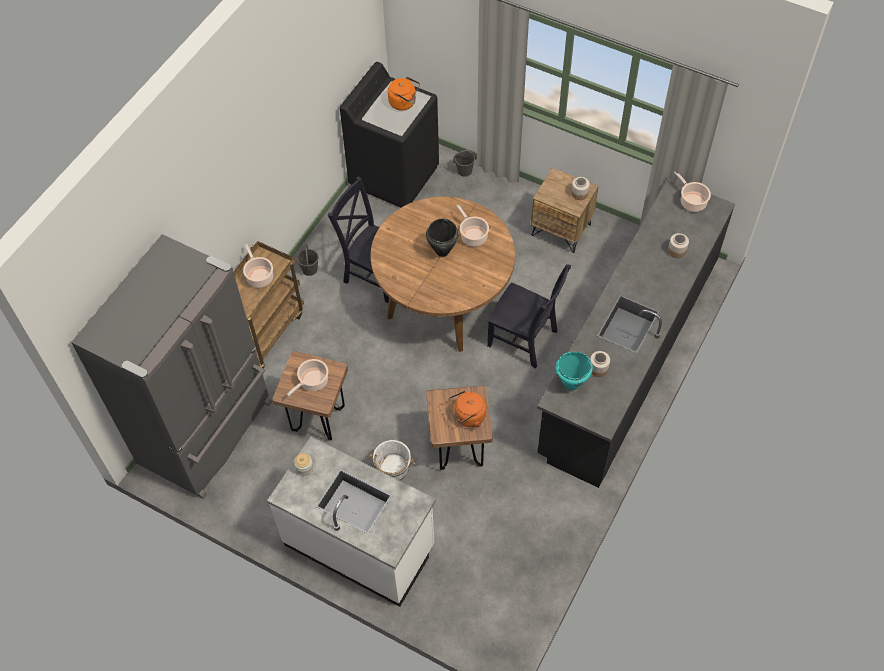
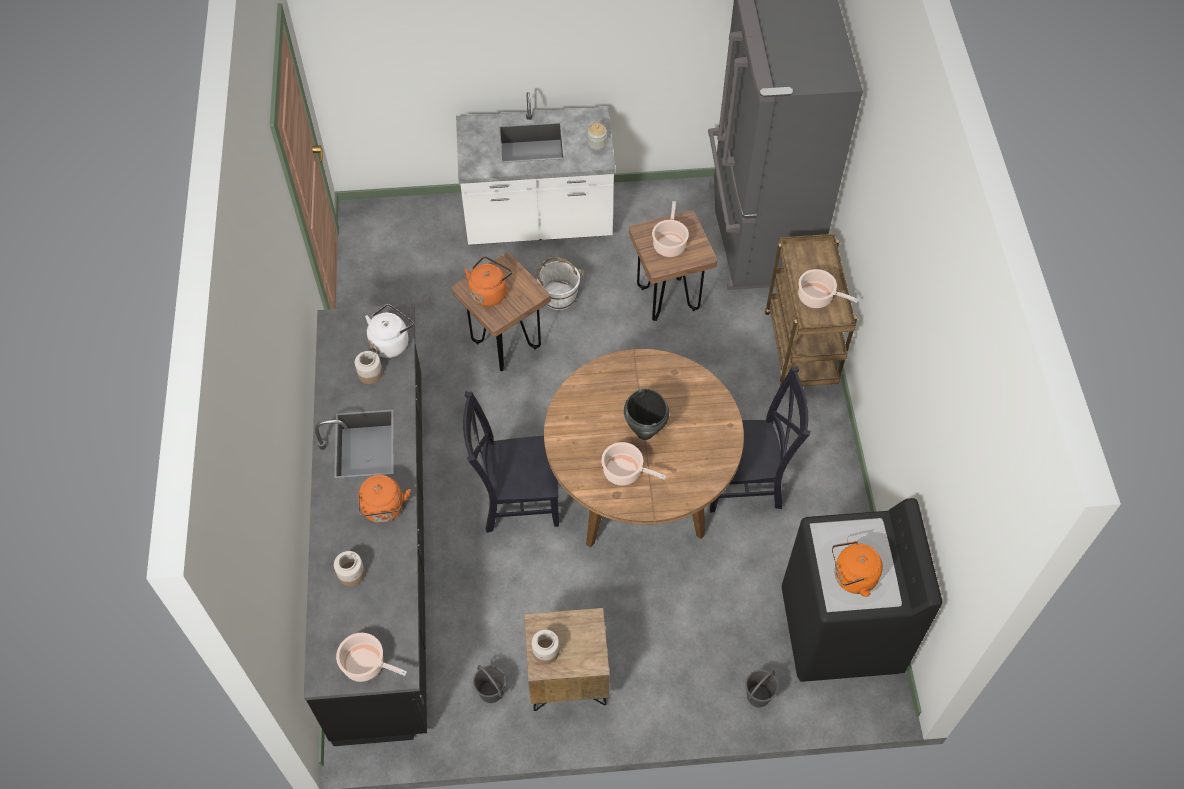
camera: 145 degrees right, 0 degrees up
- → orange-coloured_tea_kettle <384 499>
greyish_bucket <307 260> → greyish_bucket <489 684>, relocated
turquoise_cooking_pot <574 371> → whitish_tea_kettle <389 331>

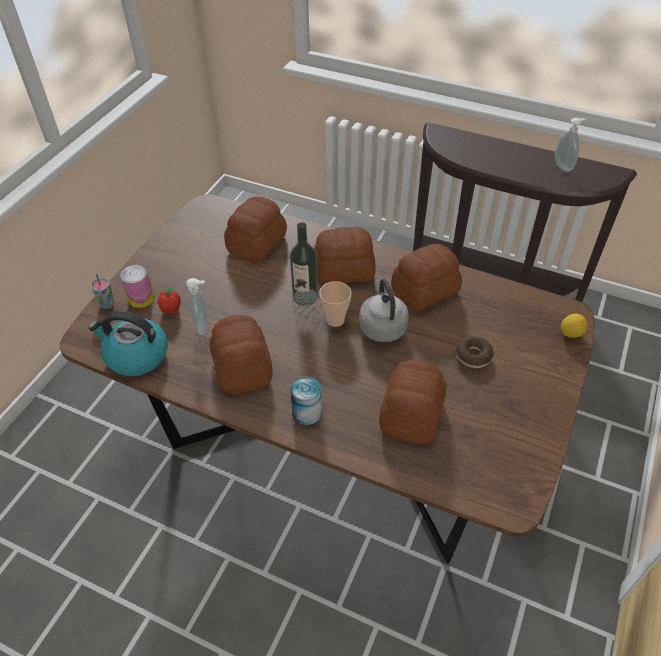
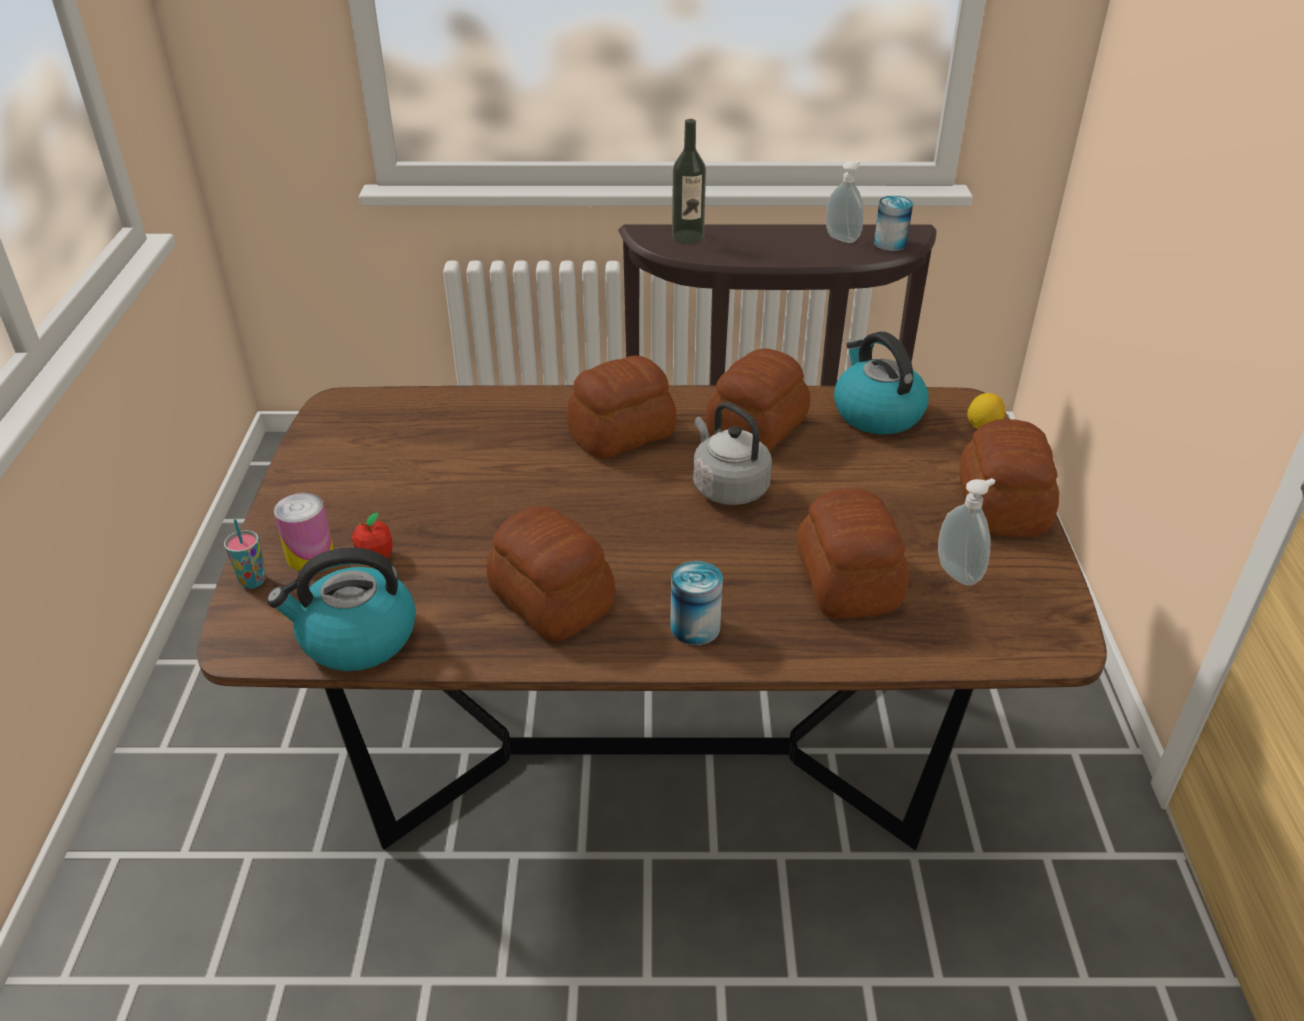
camera: 25 degrees left, 10 degrees down
cup <335 304> → -
doughnut <474 352> → -
- → tea_kettle <881 383>
- → sealed_can <893 223>
soap_bottle <197 306> → soap_bottle <966 532>, relocated
bakery_bread <255 229> → bakery_bread <1009 478>, relocated
drink_bottle <304 264> → drink_bottle <689 181>, relocated

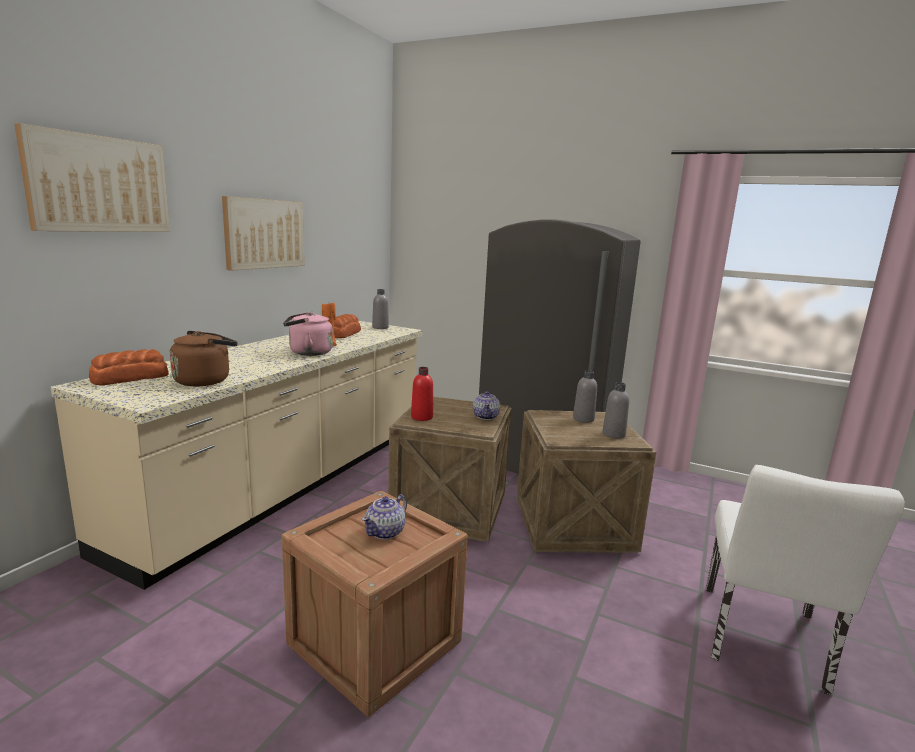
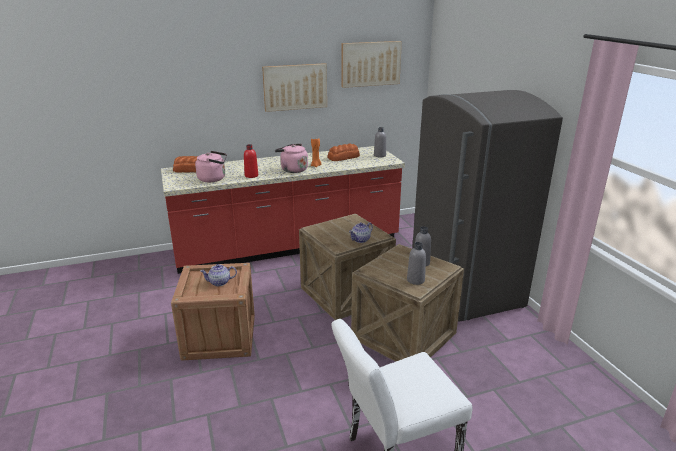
camera: 45 degrees right, 10 degrees up
wall_picture <92 177> → wall_picture <371 64>, relocated
red_drink_bottle <422 394> → red_drink_bottle <251 161>, relocated
beige_kitchen_base_unit <236 455> → red_kitchen_base_unit <283 210>
brown_tea_kettle <204 358> → pink-coloured_tea_kettle <211 166>

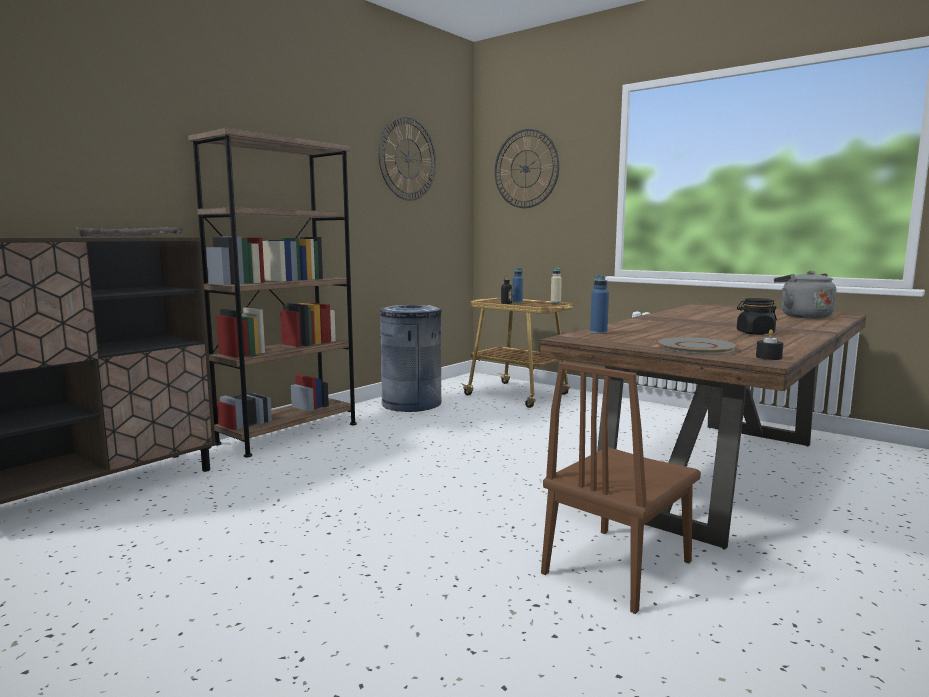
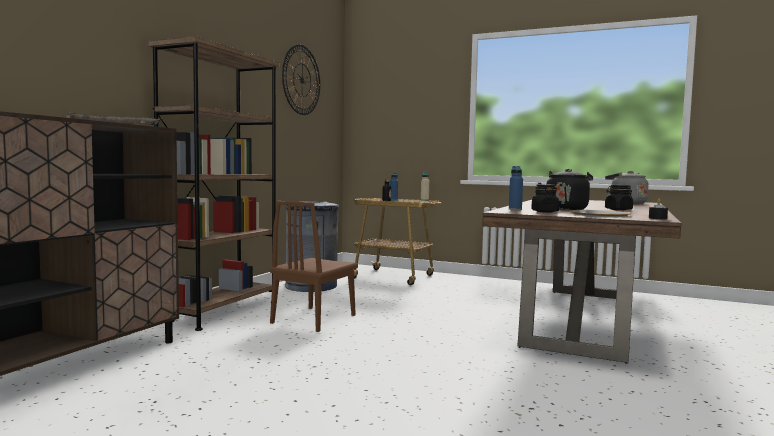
camera: 15 degrees left, 5 degrees down
wall_clock <527 168> → -
- → black_jar <545 198>
- → black_tea_kettle <565 189>
brown_chair <621 488> → brown_chair <314 266>, relocated

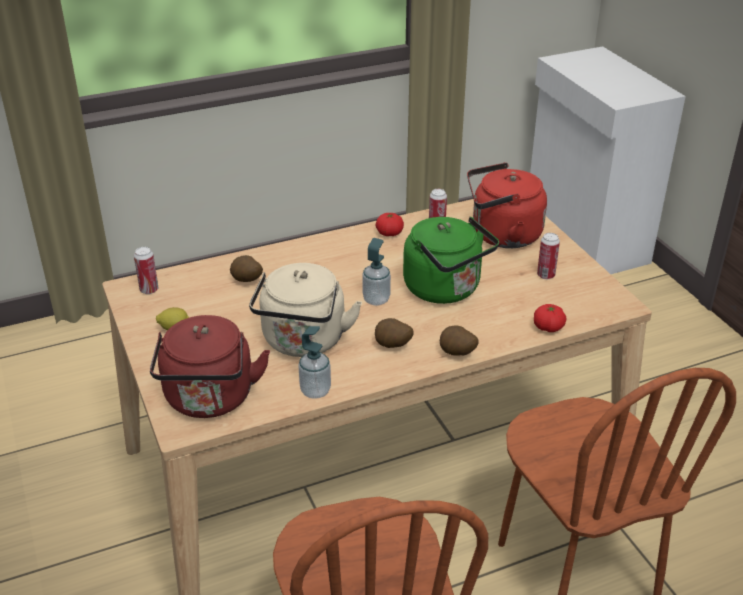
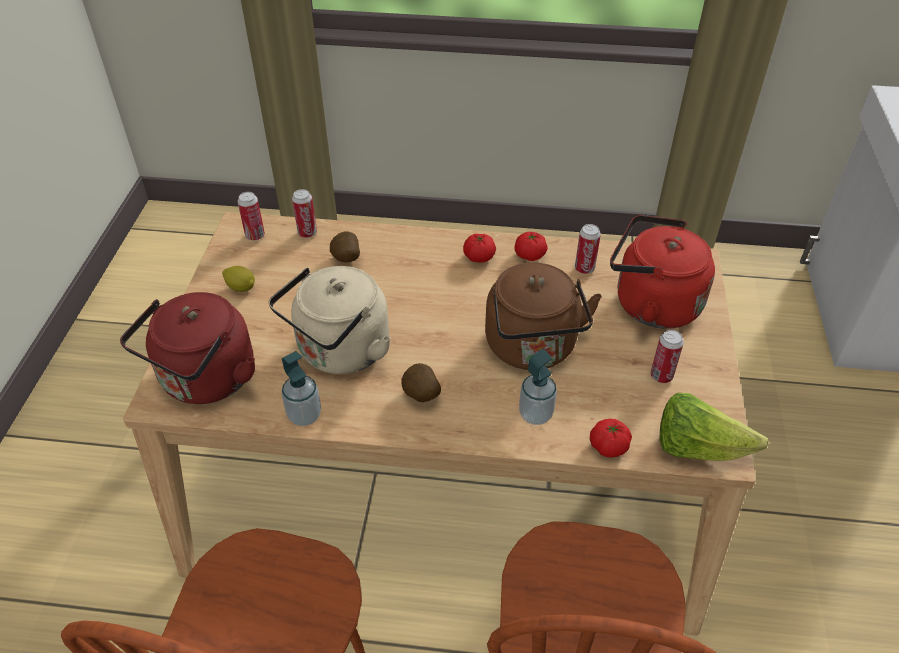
camera: 30 degrees right, 10 degrees up
whole_potato <459 340> → -
- → sealed_can <304 213>
- → tomato <479 248>
- → head_of_lettuce <714 427>
soap_bottle <376 272> → soap_bottle <538 387>, relocated
green_tea_kettle <451 260> → brown_tea_kettle <543 316>

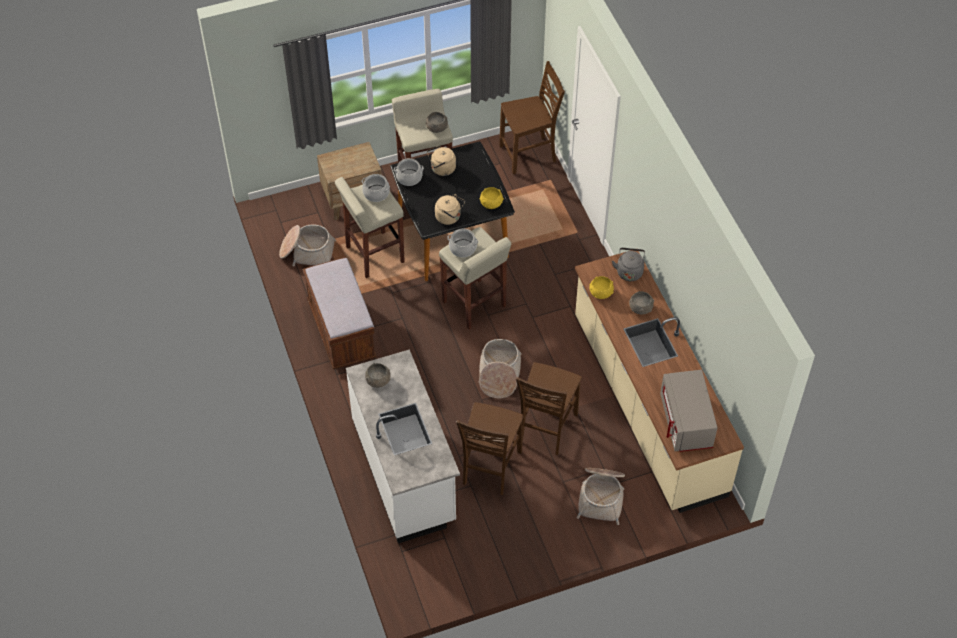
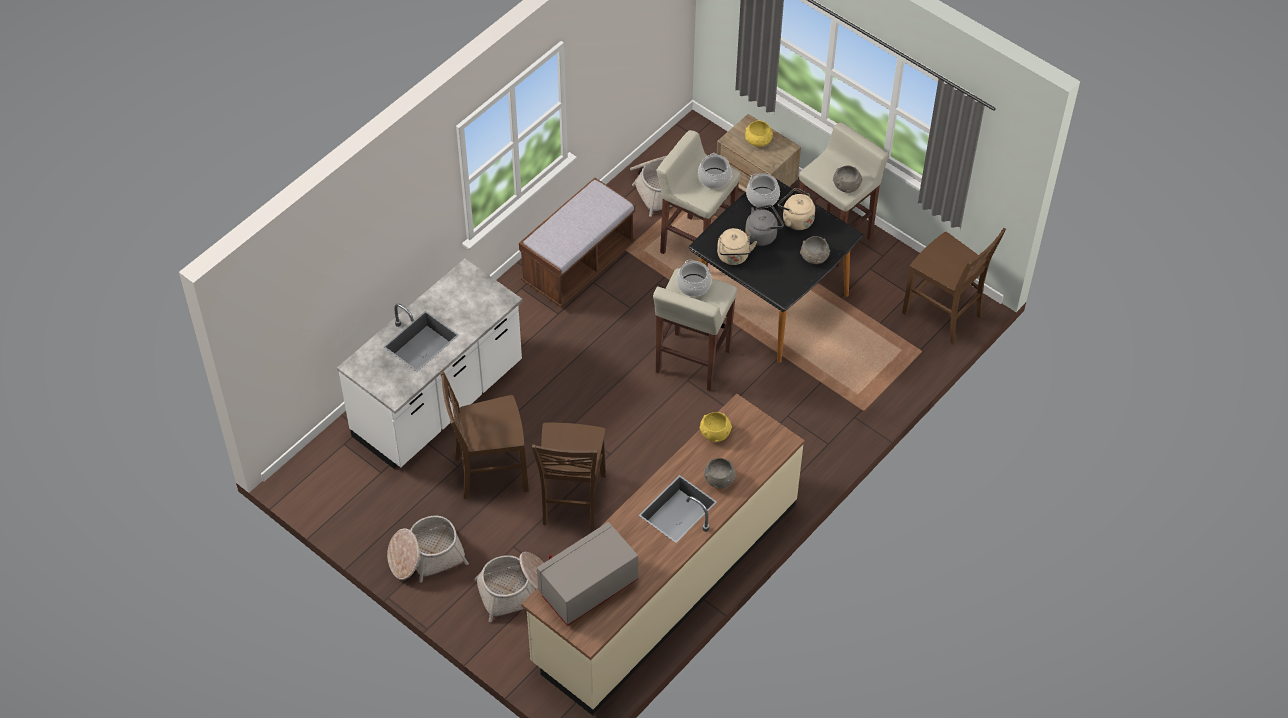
camera: 60 degrees right, 0 degrees up
greyish_serving_bowl <378 375> → greyish_serving_bowl <815 250>, relocated
basket <500 368> → basket <428 549>, relocated
yellowish_serving_bowl <492 198> → yellowish_serving_bowl <759 133>, relocated
greyish_tea_kettle <628 264> → greyish_tea_kettle <764 225>, relocated
brown_chair <549 408> → brown_chair <569 476>, 75 degrees counterclockwise

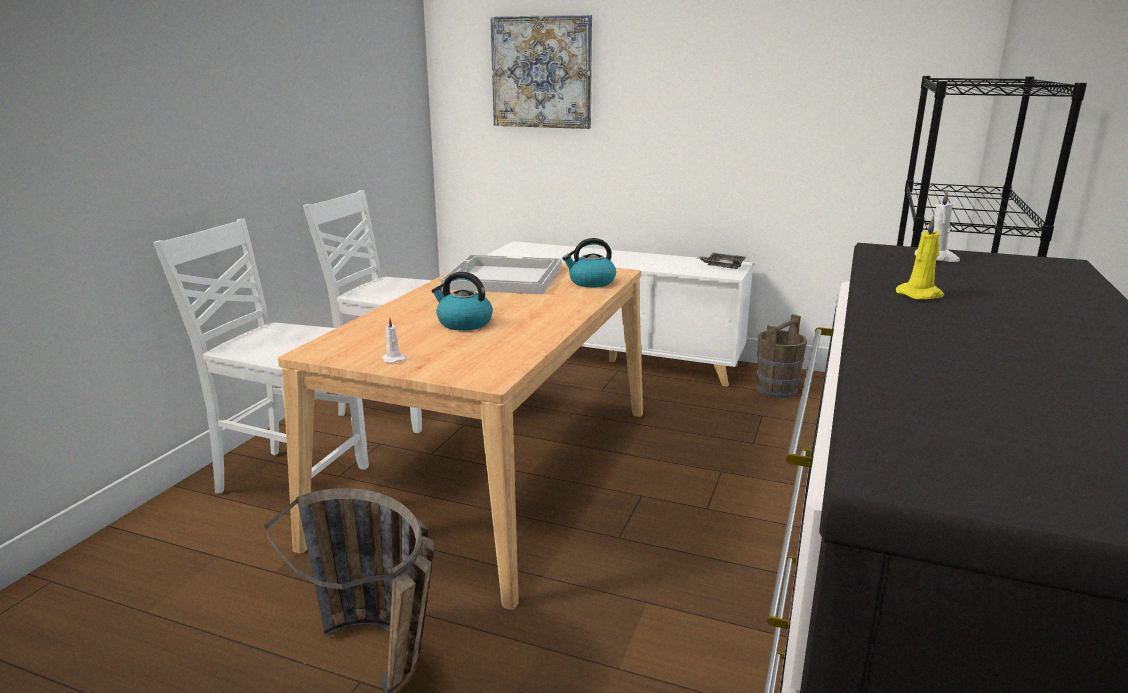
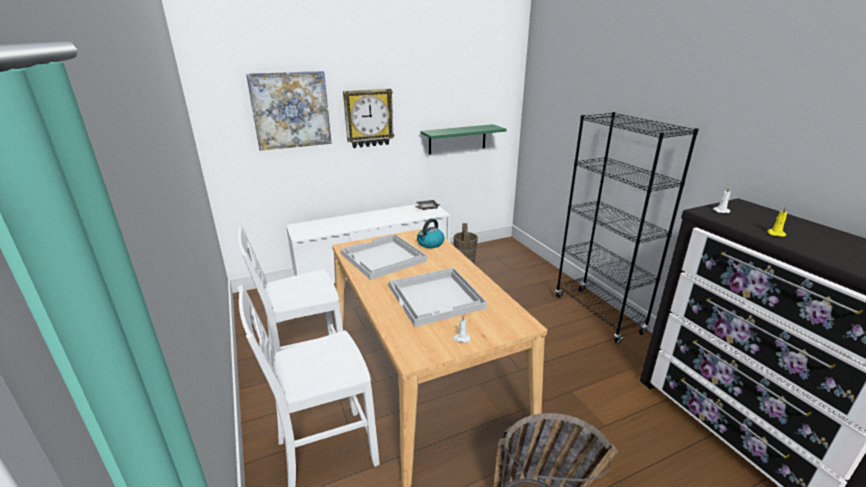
camera: 45 degrees left, 5 degrees up
- → wall_clock <368 118>
- → green_wall_shelf <463 139>
tea_kettle <462 301> → whitish_tray <438 297>

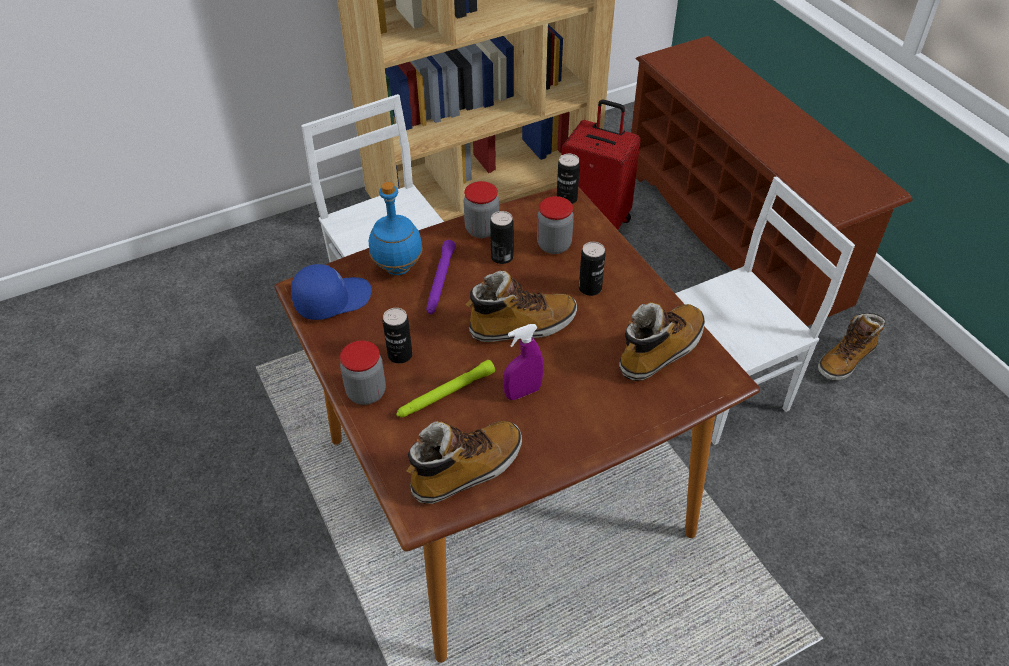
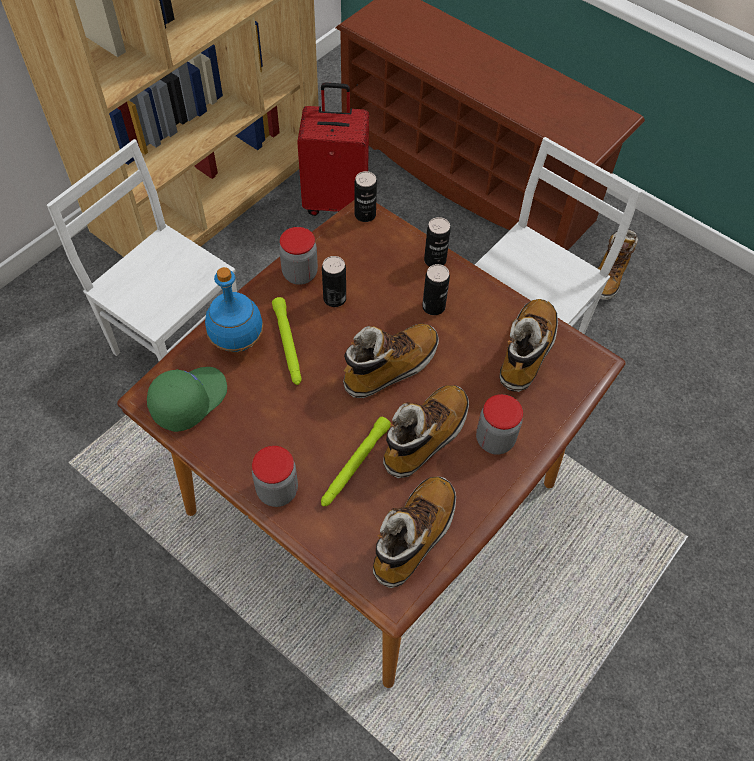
camera: 25 degrees left, 10 degrees up
sealed_can <397 336> → sealed_can <437 242>, relocated
jar <555 225> → jar <499 424>, relocated
purple-coloured_spray_bottle <523 362> → high-top_boot <426 431>
bluish_cap <331 292> → green_cap <187 399>
purple-coloured_flashlight <441 277> → green_flashlight <287 341>

